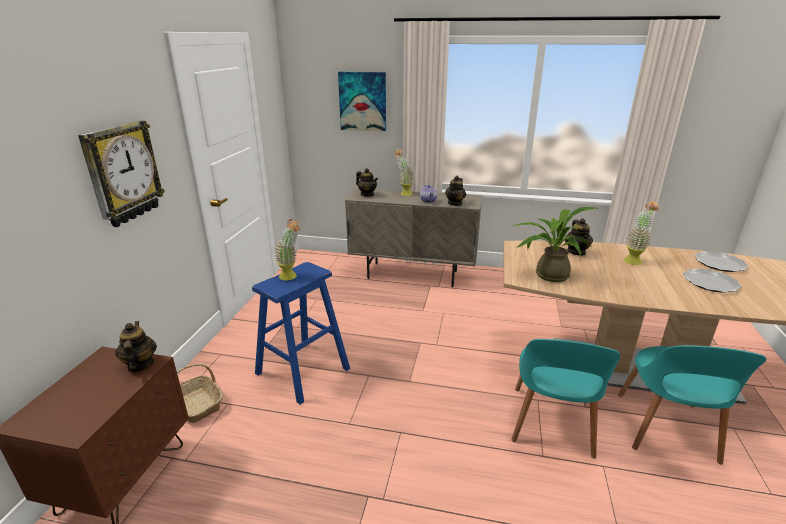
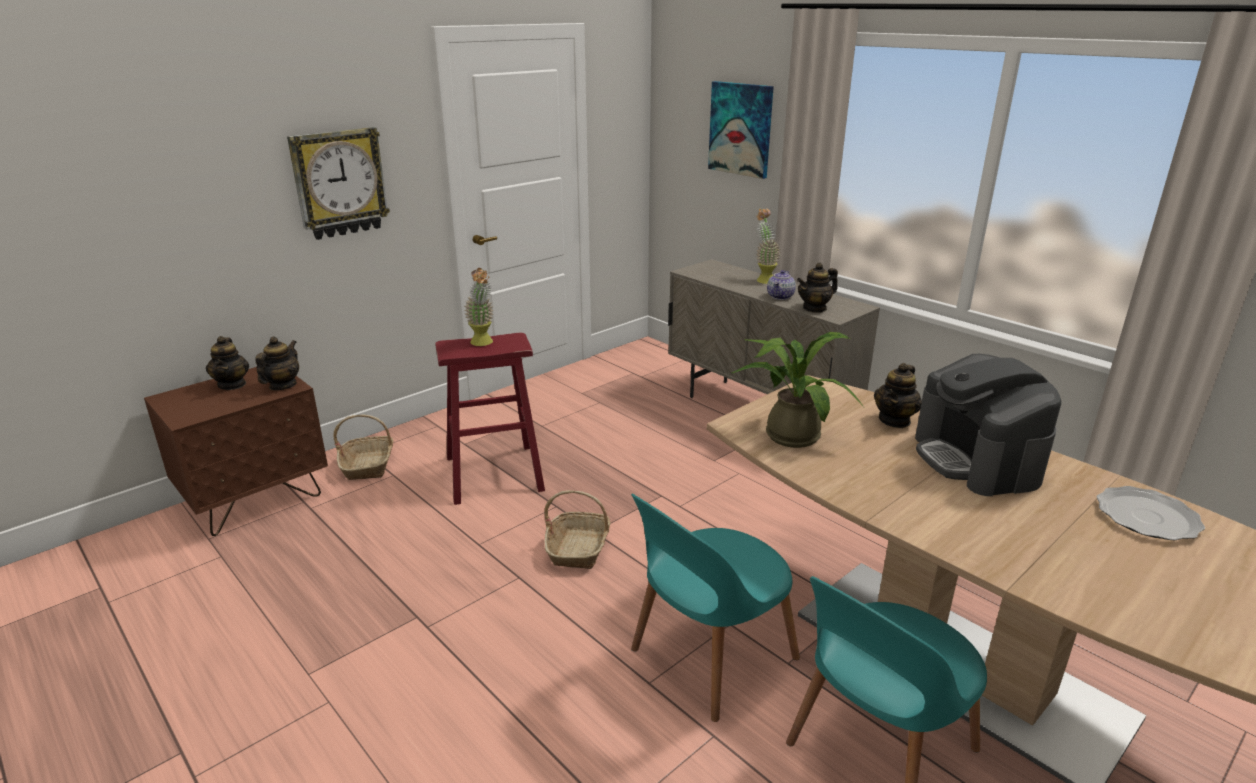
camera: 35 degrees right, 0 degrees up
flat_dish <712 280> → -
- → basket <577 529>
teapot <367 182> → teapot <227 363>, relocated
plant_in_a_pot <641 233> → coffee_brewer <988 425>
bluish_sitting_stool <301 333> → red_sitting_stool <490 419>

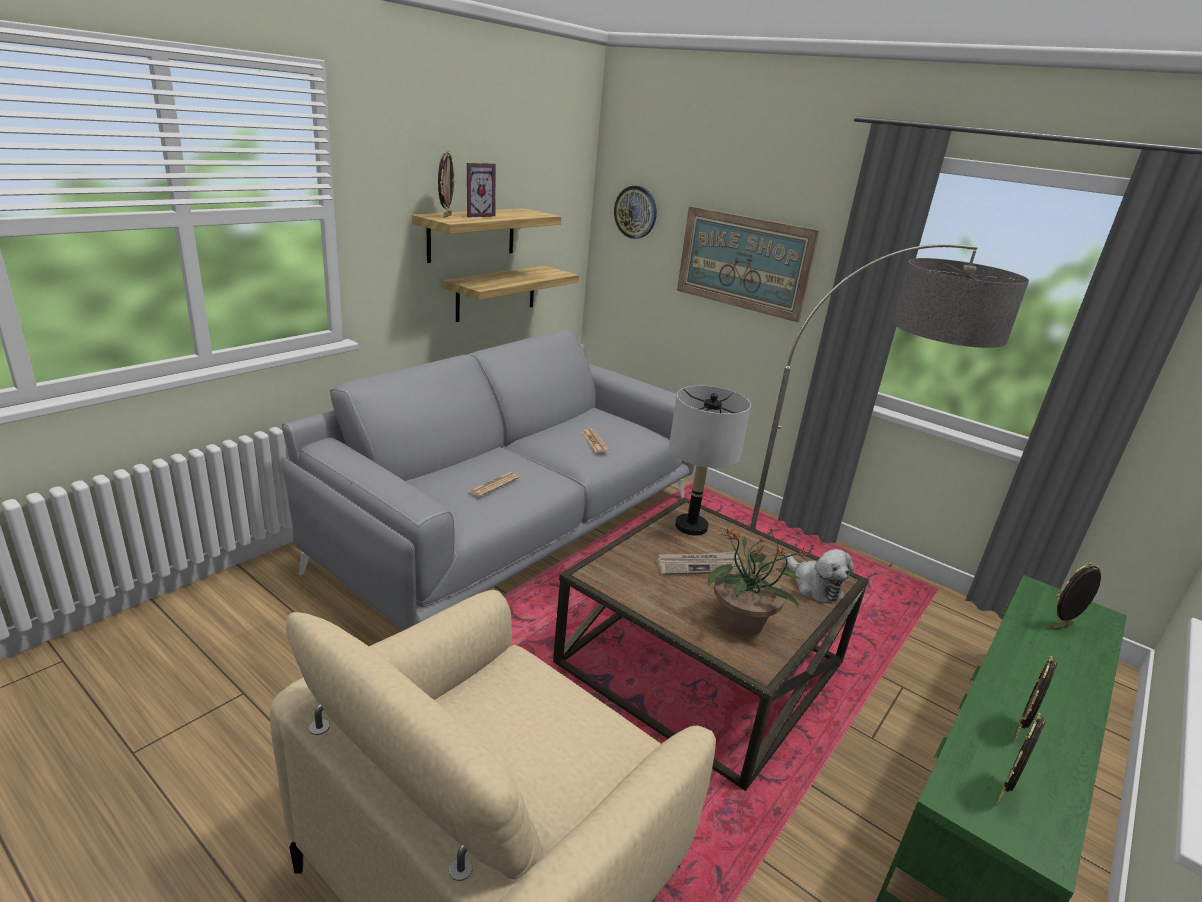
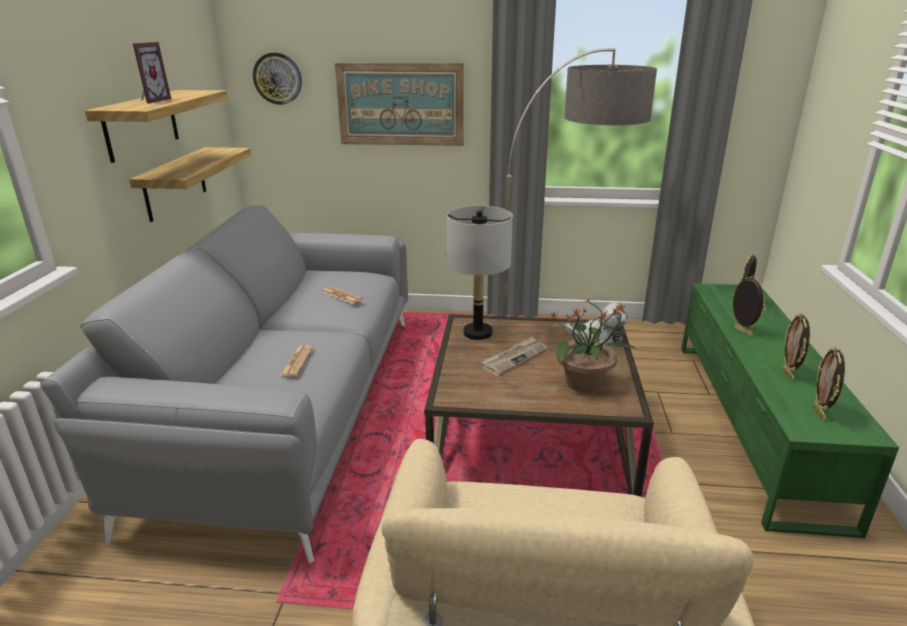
camera: 30 degrees left, 0 degrees up
photo_frame <446 184> → photo_frame <749 305>, relocated

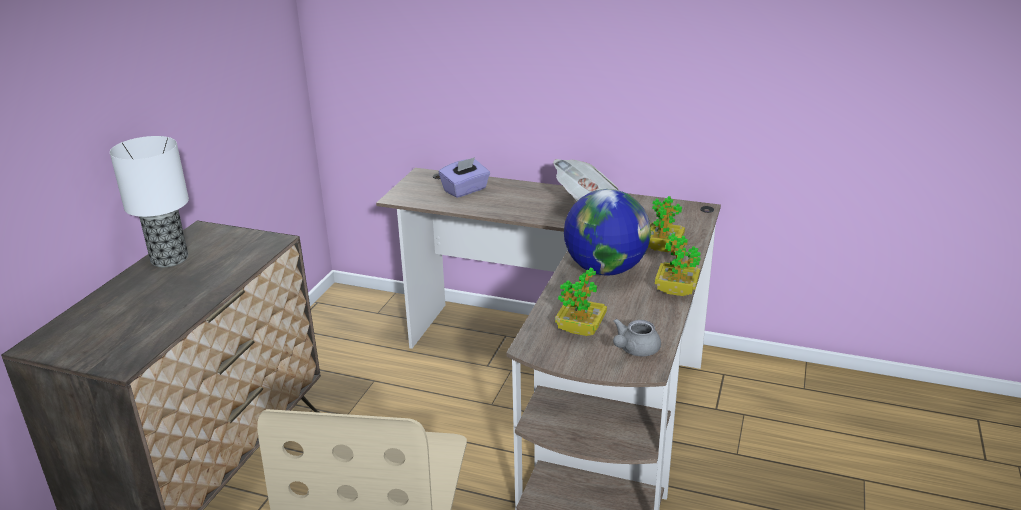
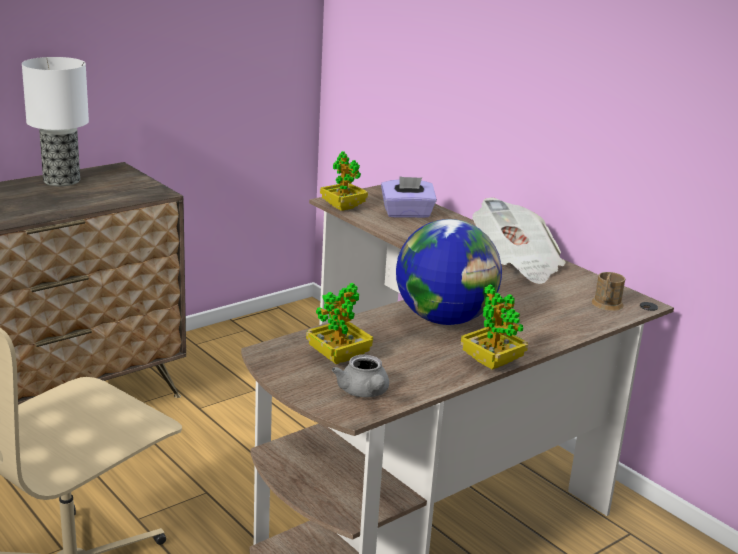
camera: 30 degrees right, 5 degrees down
- → brown_coffee_mug <608 291>
plant_in_a_pot <666 224> → plant_in_a_pot <344 181>, relocated
greyish_teapot <637 338> → greyish_teapot <360 375>, 90 degrees counterclockwise

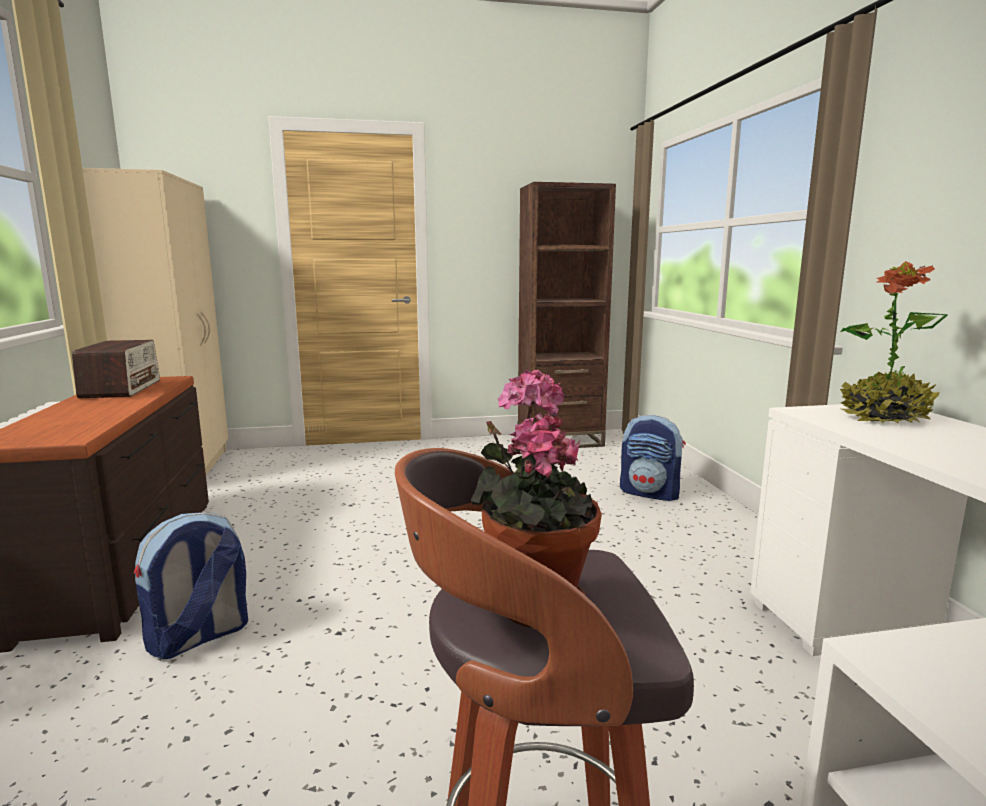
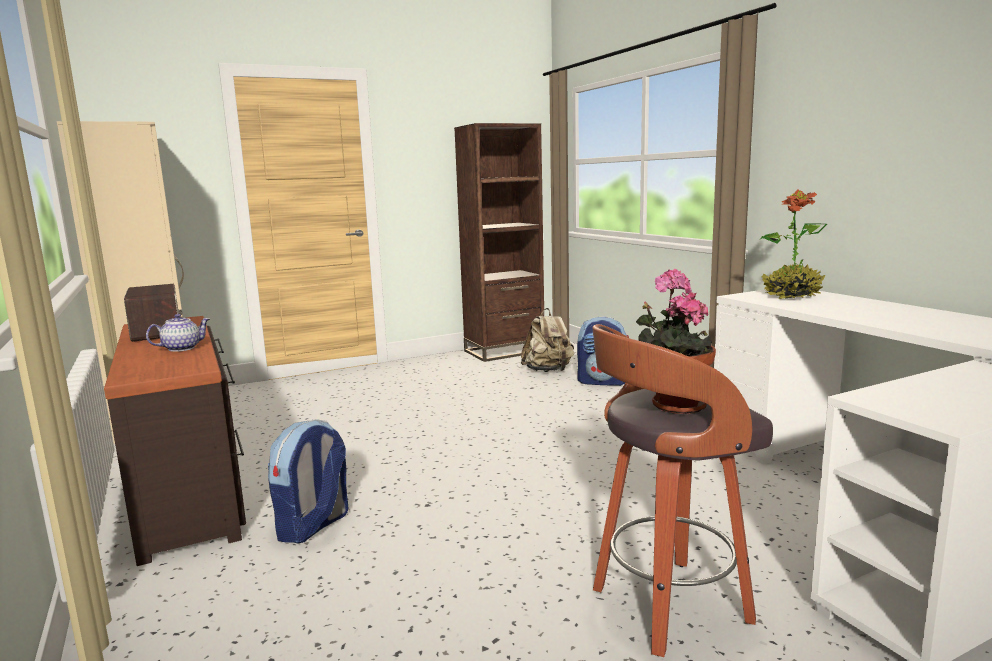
camera: 15 degrees left, 0 degrees up
- → teapot <178 333>
- → beige_backpack <547 340>

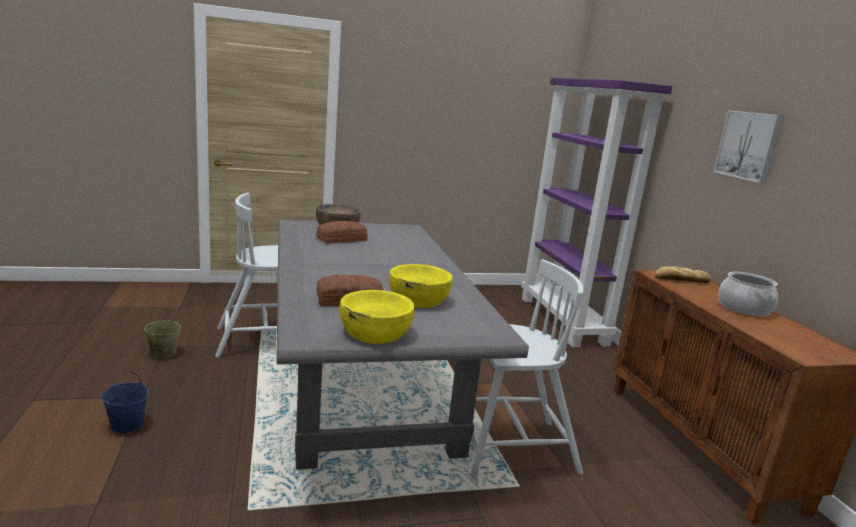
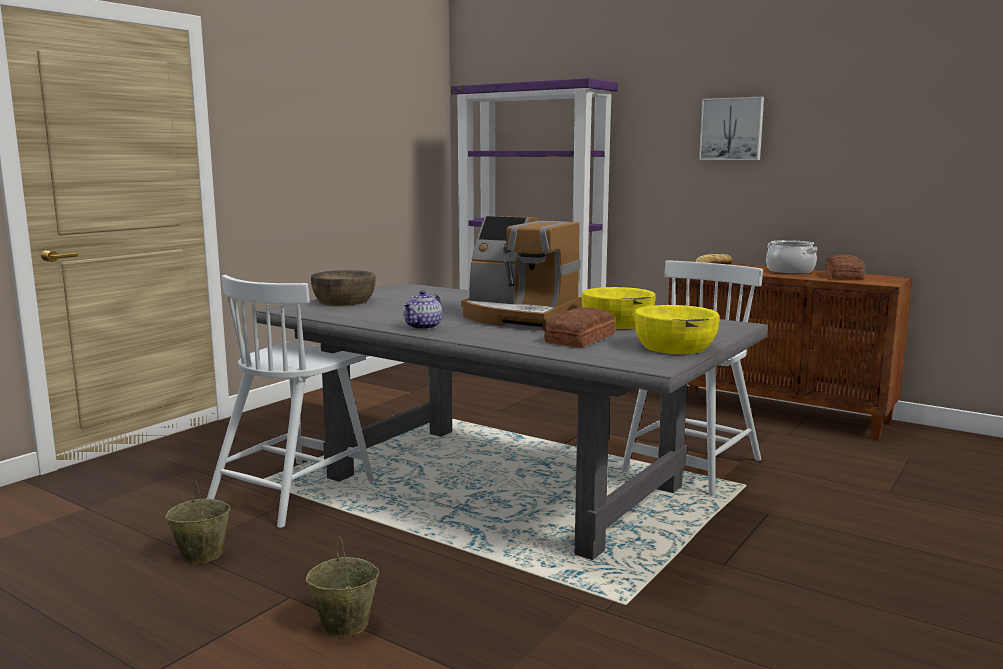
camera: 40 degrees left, 5 degrees down
- → teapot <422 310>
- → coffee_brewer <521 273>
bakery_bread <342 232> → bakery_bread <845 267>, relocated
bluish_bucket <124 401> → beige_bucket <342 587>

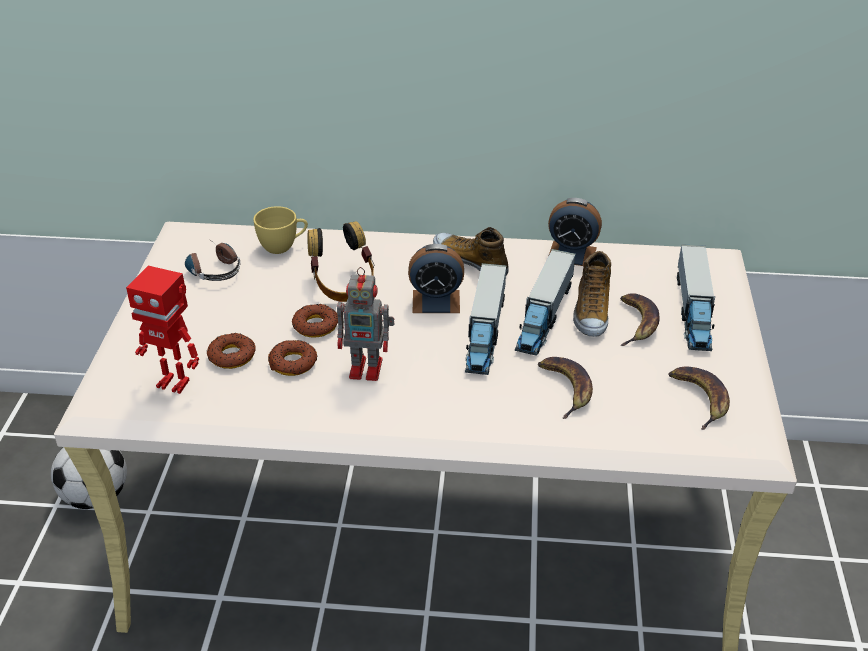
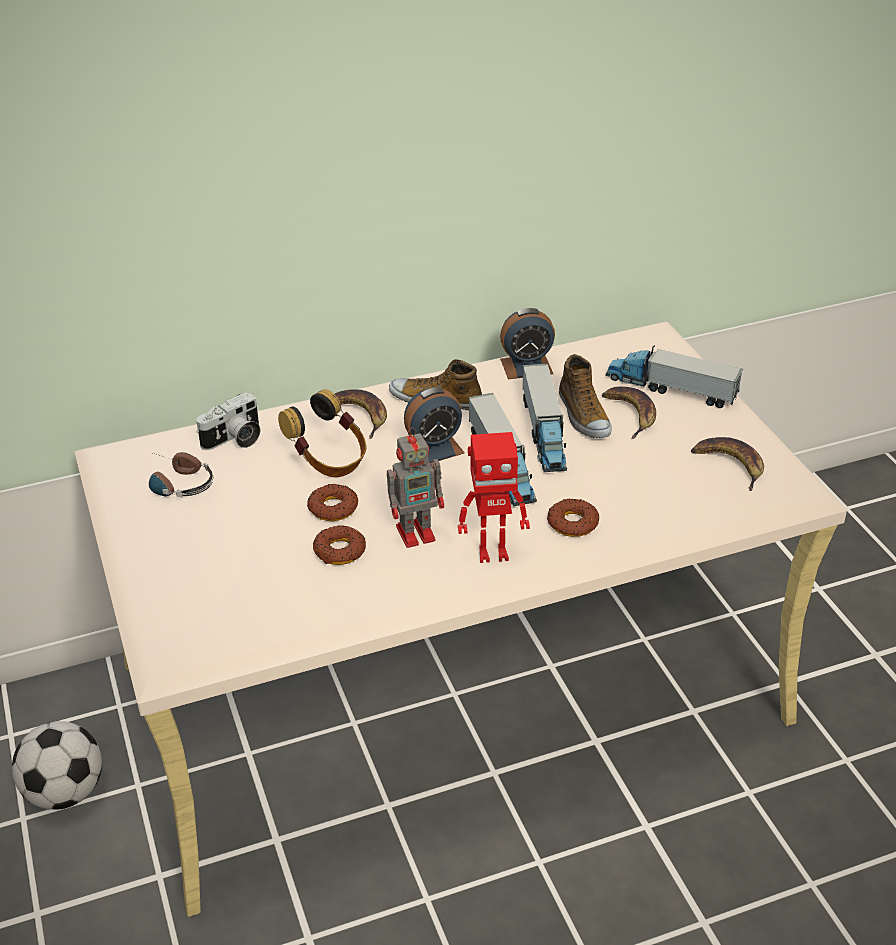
camera: 25 degrees left, 0 degrees up
robot_figure <162 330> → robot_figure <494 497>, relocated
doughnut <231 351> → doughnut <573 517>, relocated
banana <565 388> → banana <361 414>, relocated
yellowish_cup <280 230> → photo_camera <228 421>
toy_truck <696 297> → toy_truck <674 376>, 135 degrees clockwise

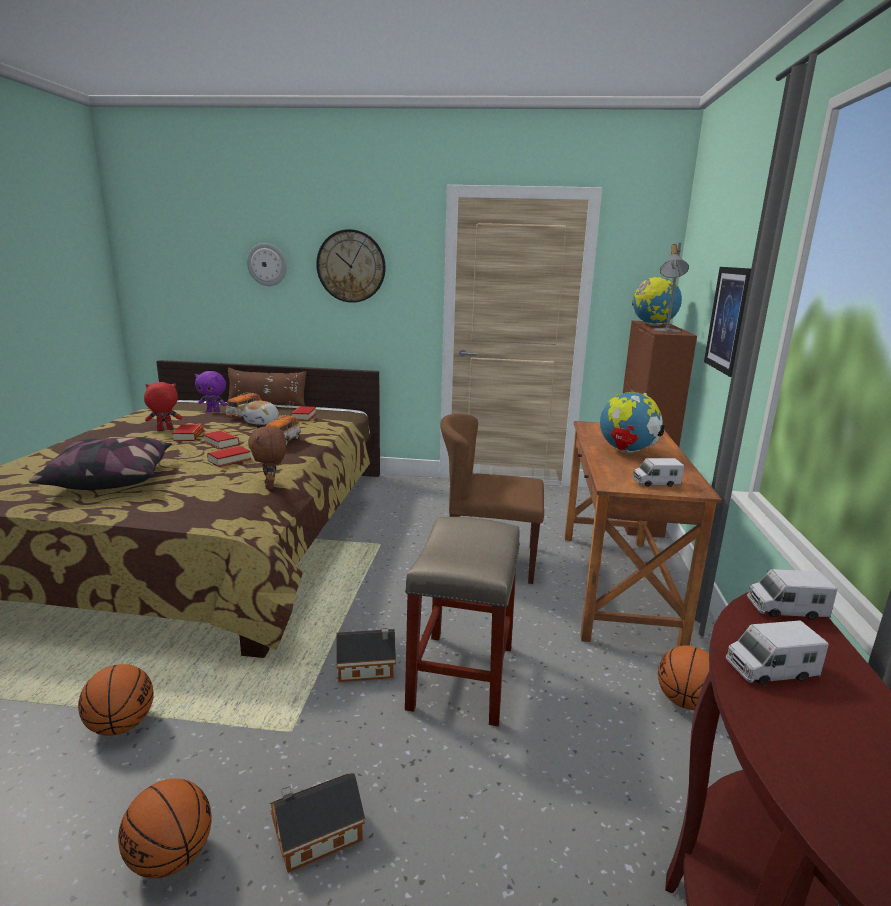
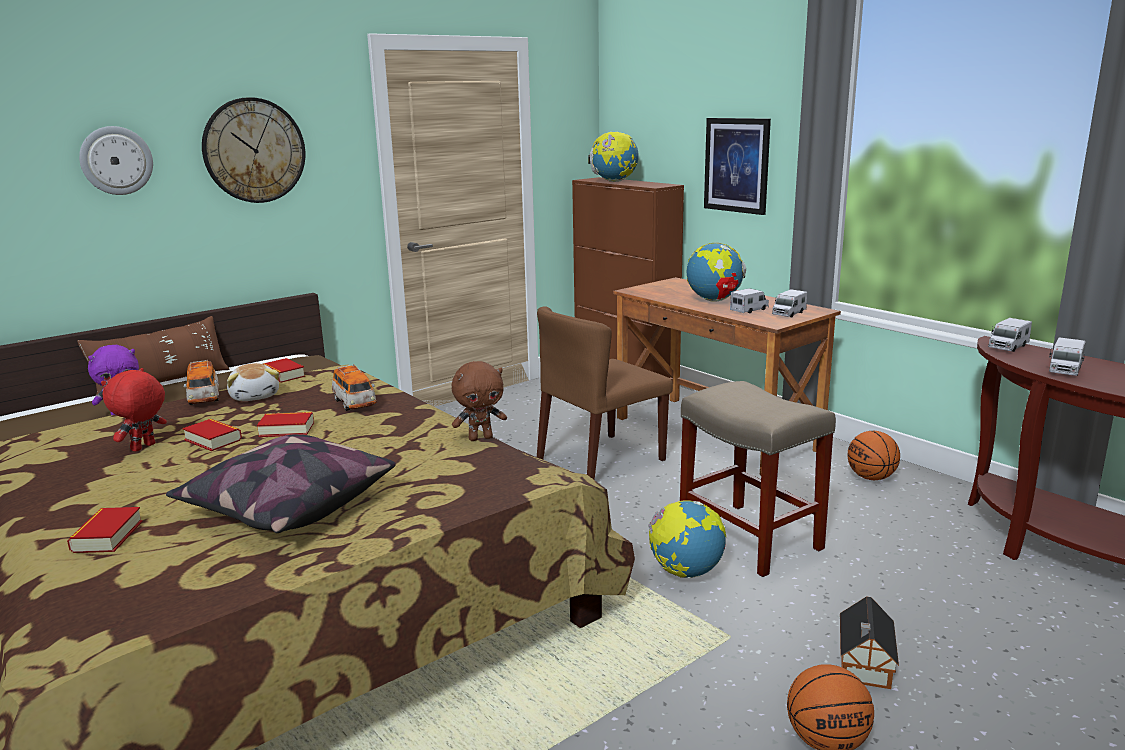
camera: 45 degrees left, 0 degrees up
basketball_ball <116 700> → -
greyish_lamp_for_a_table <671 288> → -
- → toy_truck <749 300>
bound_book <229 456> → bound_book <105 530>, relocated
miniature_house <366 654> → desk_globe <687 539>
brown_plush_toy <267 458> → brown_plush_toy <479 401>, 45 degrees counterclockwise

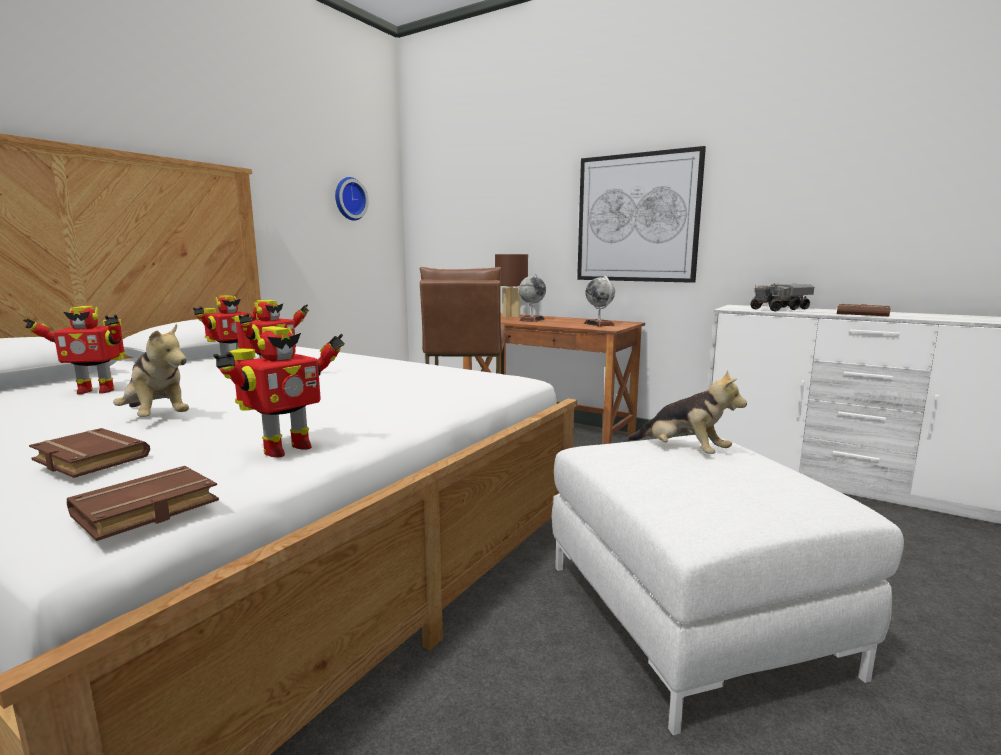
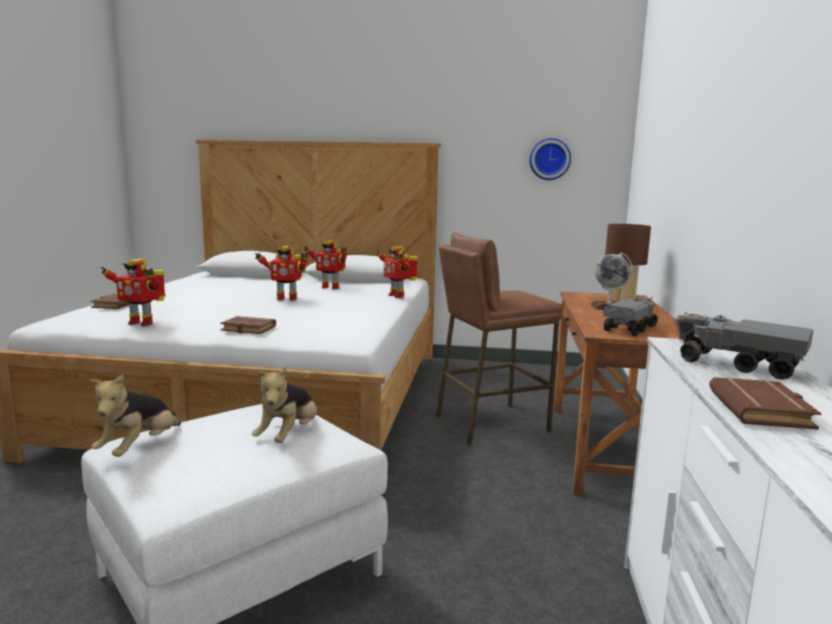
camera: 65 degrees right, 0 degrees up
wall_picture <641 214> → -
robot_figure <74 350> → robot_figure <397 272>, relocated
brown_bound_book <143 503> → brown_bound_book <248 325>, relocated
plush_toy <151 370> → plush_toy <135 415>, relocated
desk_globe <599 301> → toy_truck <630 316>

